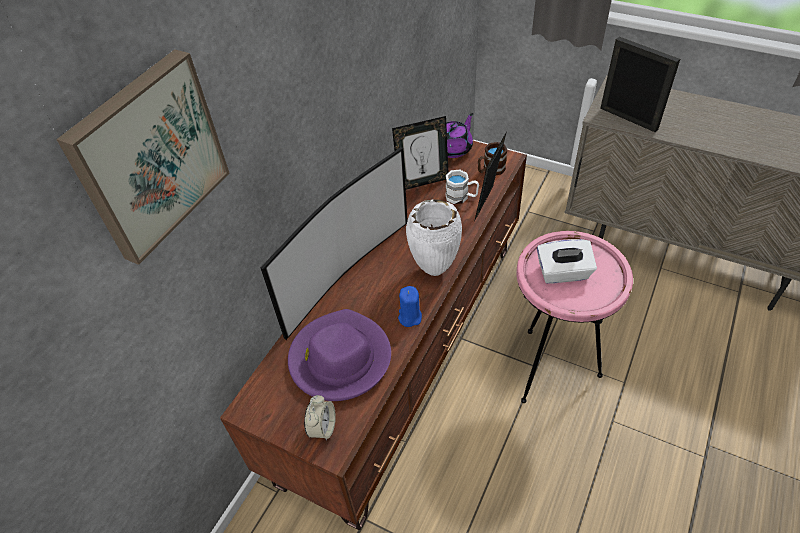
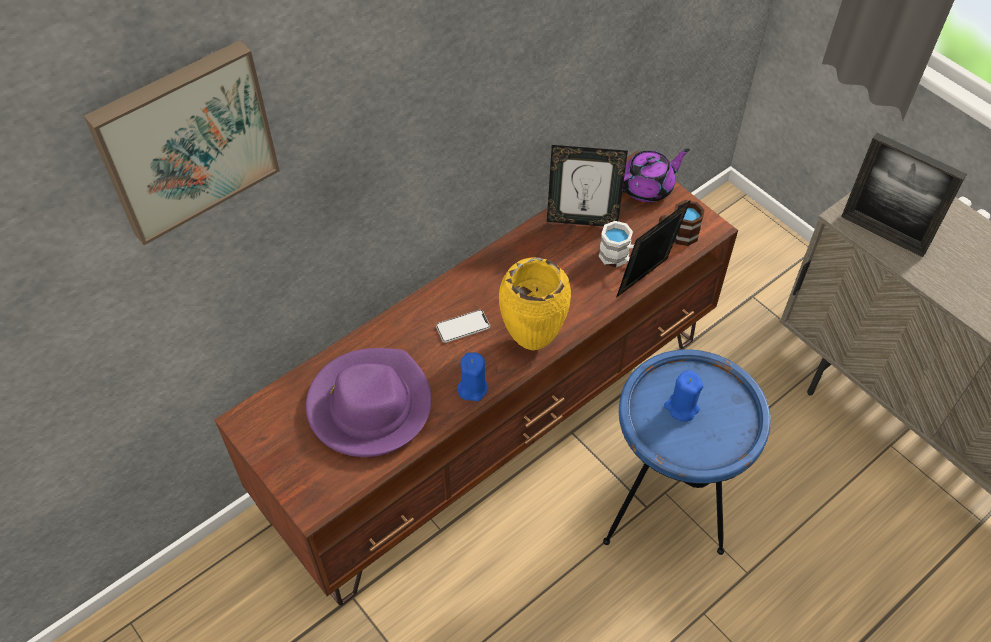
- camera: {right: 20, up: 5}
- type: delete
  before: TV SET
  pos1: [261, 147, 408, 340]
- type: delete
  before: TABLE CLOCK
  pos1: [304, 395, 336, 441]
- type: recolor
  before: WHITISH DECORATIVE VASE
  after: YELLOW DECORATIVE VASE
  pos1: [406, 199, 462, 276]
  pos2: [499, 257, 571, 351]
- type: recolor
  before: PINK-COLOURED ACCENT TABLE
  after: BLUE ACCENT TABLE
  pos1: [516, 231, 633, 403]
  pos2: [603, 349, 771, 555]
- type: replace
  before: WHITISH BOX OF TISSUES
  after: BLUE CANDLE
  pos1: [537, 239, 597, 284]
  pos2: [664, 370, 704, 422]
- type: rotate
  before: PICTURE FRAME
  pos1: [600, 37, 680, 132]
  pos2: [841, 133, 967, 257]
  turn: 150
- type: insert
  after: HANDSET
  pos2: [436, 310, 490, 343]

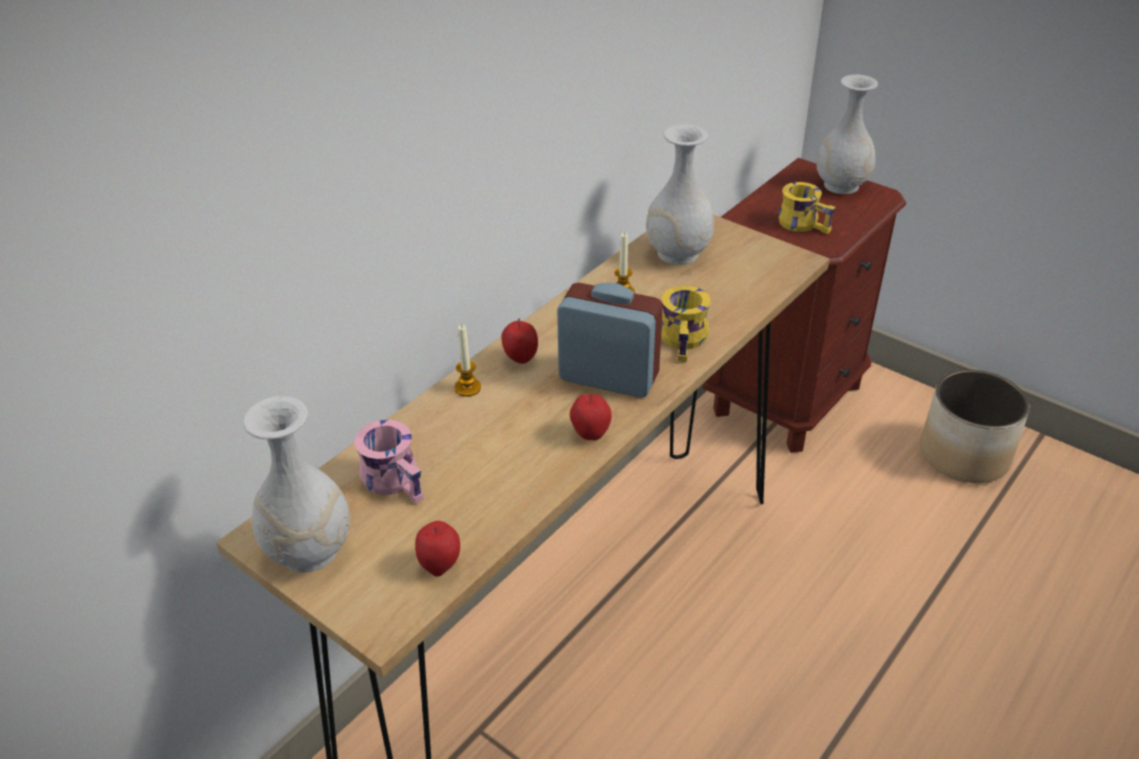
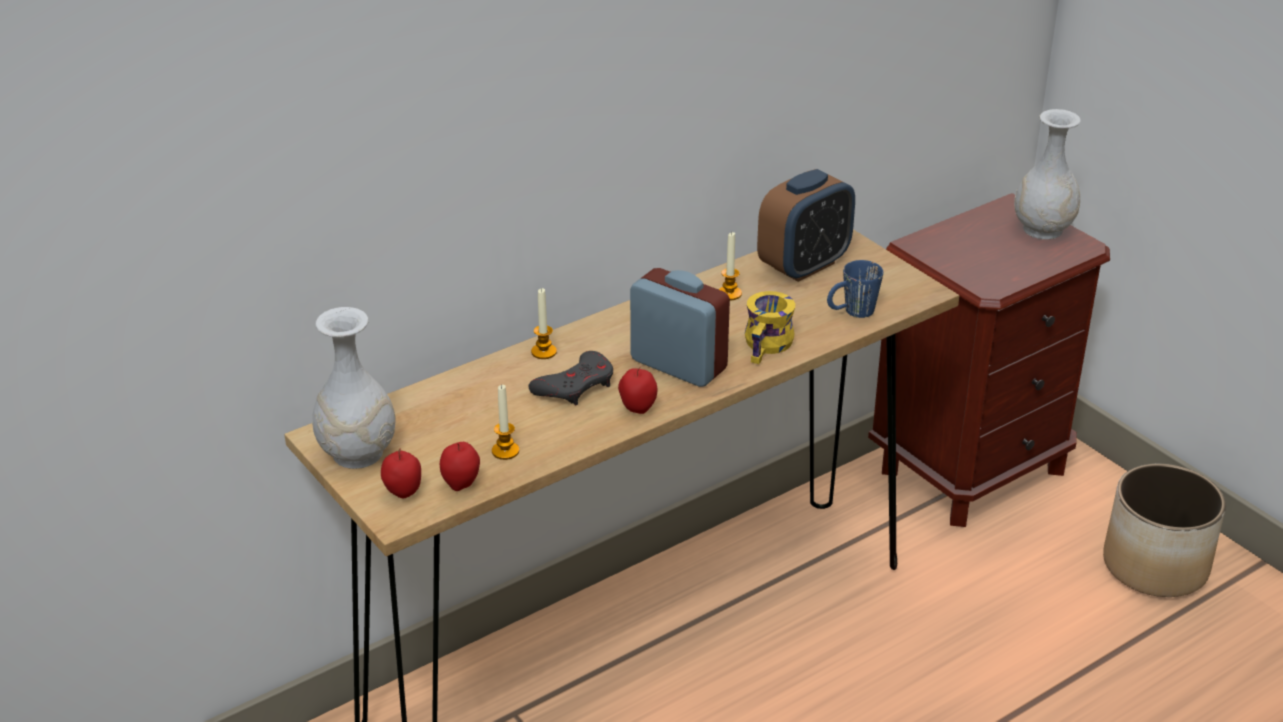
- camera: {right: 15, up: -5}
- type: delete
  before: PINK-COLOURED TEA MUG
  pos1: [354, 420, 424, 504]
- type: move
  before: WHOLE APPLE
  pos1: [501, 318, 538, 364]
  pos2: [381, 449, 421, 498]
- type: replace
  before: WHITISH DECORATIVE VASE
  after: TABLE CLOCK
  pos1: [646, 124, 714, 265]
  pos2: [757, 169, 855, 282]
- type: delete
  before: YELLOW TEA MUG
  pos1: [778, 182, 836, 234]
- type: insert
  after: CANDLE
  pos2: [492, 384, 519, 460]
- type: insert
  after: GRAY JOYPAD
  pos2: [529, 351, 613, 405]
- type: insert
  after: BLUE TEA MUG
  pos2: [827, 260, 883, 318]

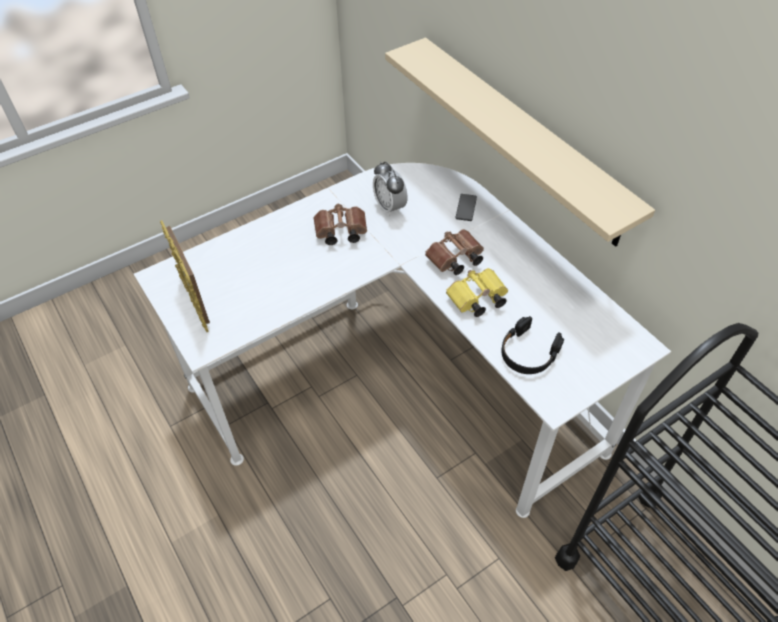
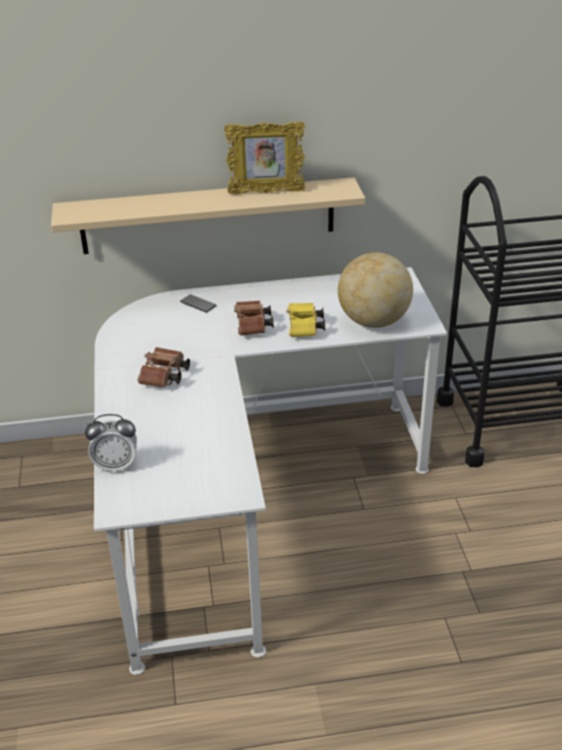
- camera: {right: -65, up: -15}
- type: move
  before: PICTURE FRAME
  pos1: [160, 220, 210, 332]
  pos2: [224, 122, 305, 194]
- type: move
  before: TABLE CLOCK
  pos1: [373, 162, 407, 216]
  pos2: [85, 414, 137, 472]
- type: replace
  before: BLACKISH PAIR OF HEADPHONES
  after: DESK GLOBE
  pos1: [501, 316, 564, 374]
  pos2: [338, 252, 413, 328]

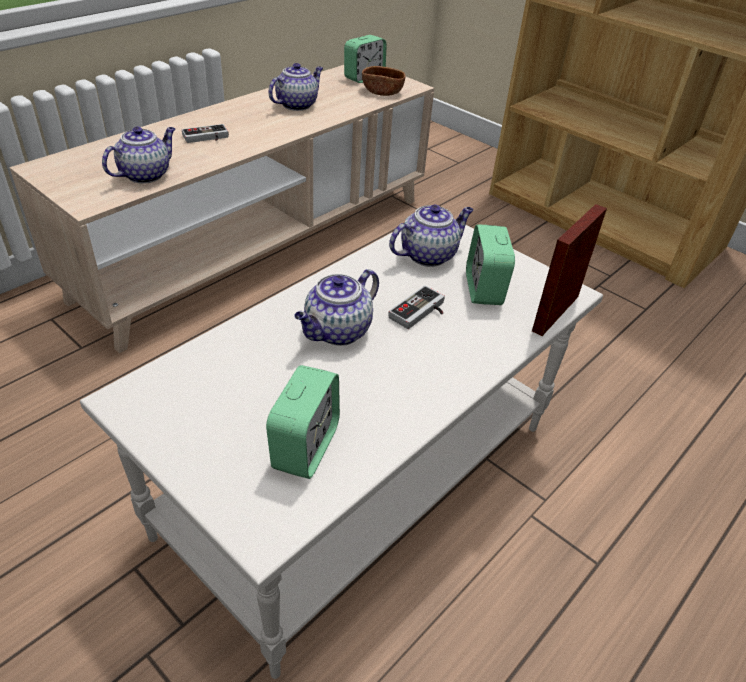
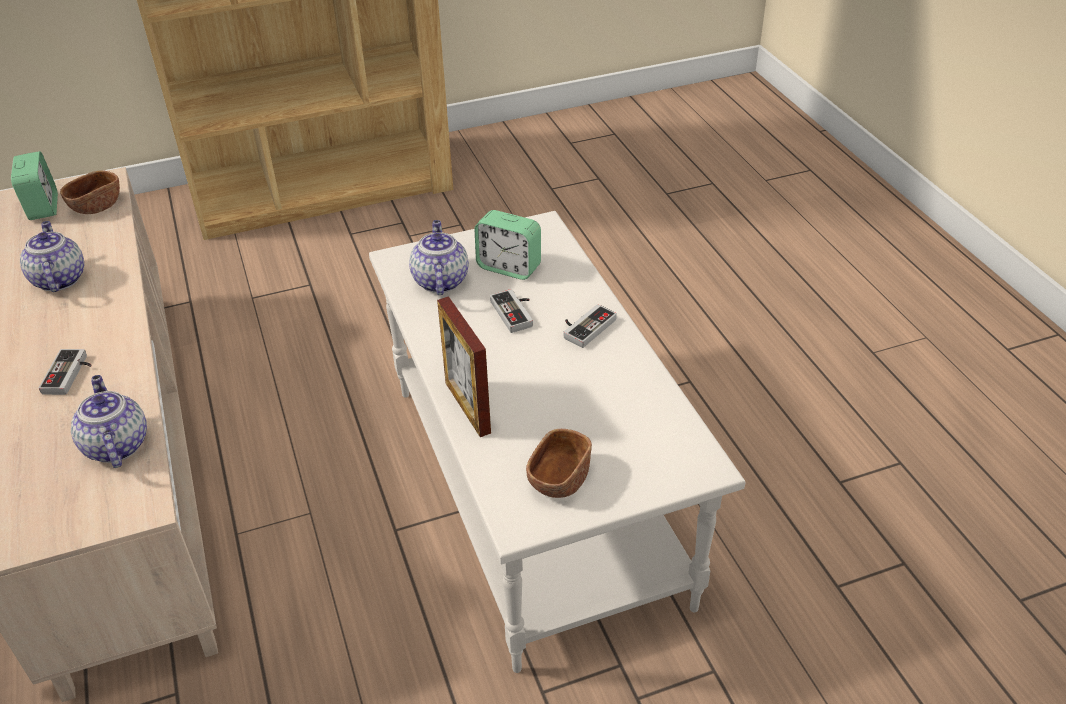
- camera: {right: -60, up: 0}
- type: delete
  before: TABLE CLOCK
  pos1: [266, 365, 340, 479]
- type: delete
  before: TEAPOT
  pos1: [294, 269, 379, 346]
- type: move
  before: PICTURE FRAME
  pos1: [532, 204, 607, 336]
  pos2: [437, 296, 491, 437]
- type: insert
  after: BROWNISH SERVING BOWL
  pos2: [526, 429, 592, 498]
- type: insert
  after: JOYPAD
  pos2: [563, 304, 617, 348]

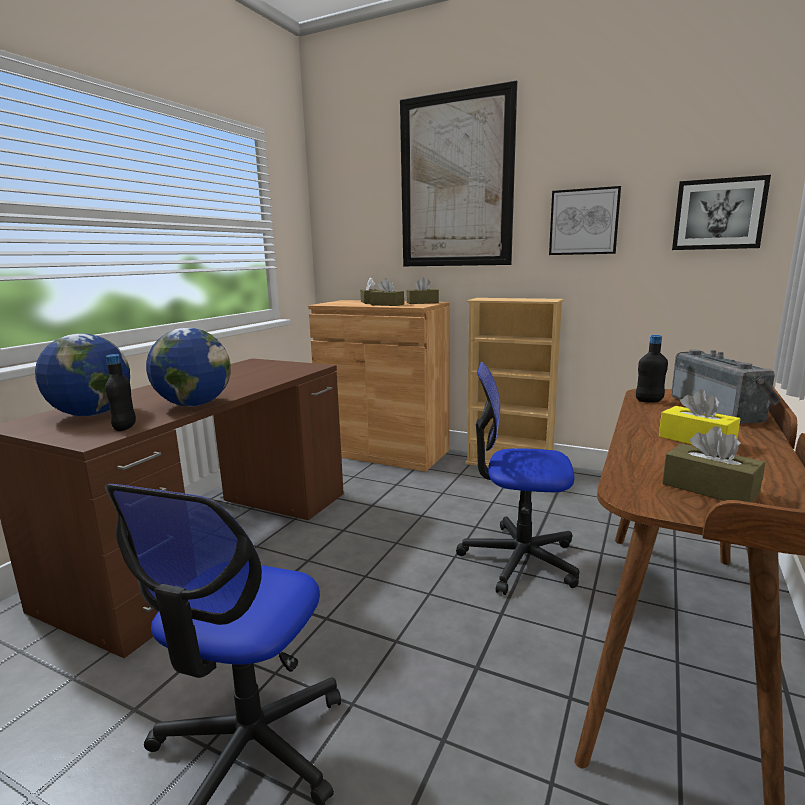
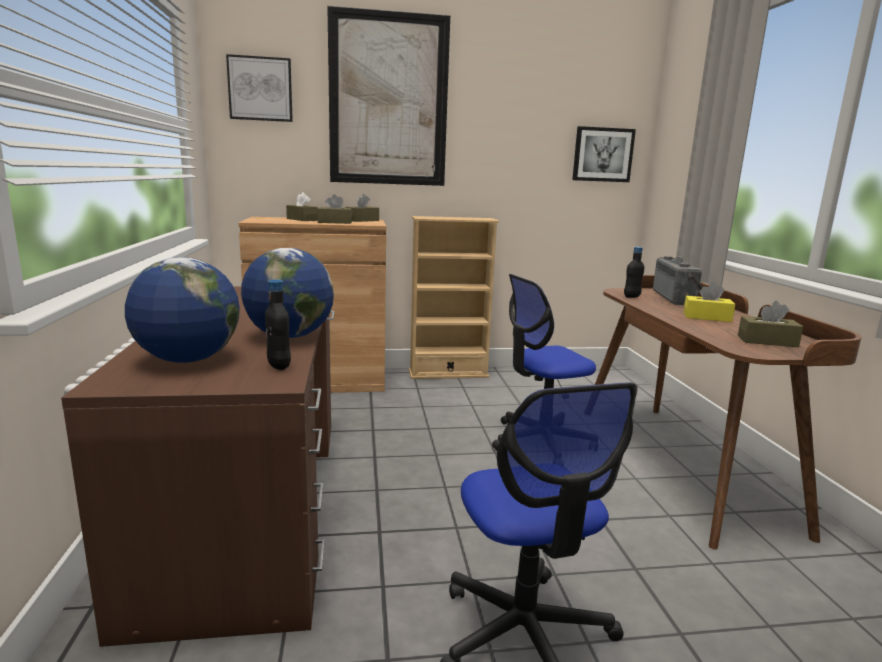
- camera: {right: -35, up: 0}
- type: move
  before: WALL ART
  pos1: [549, 186, 621, 255]
  pos2: [226, 54, 293, 122]
- type: rotate
  before: RADIO RECEIVER
  pos1: [671, 350, 781, 424]
  pos2: [653, 256, 703, 305]
  turn: 45

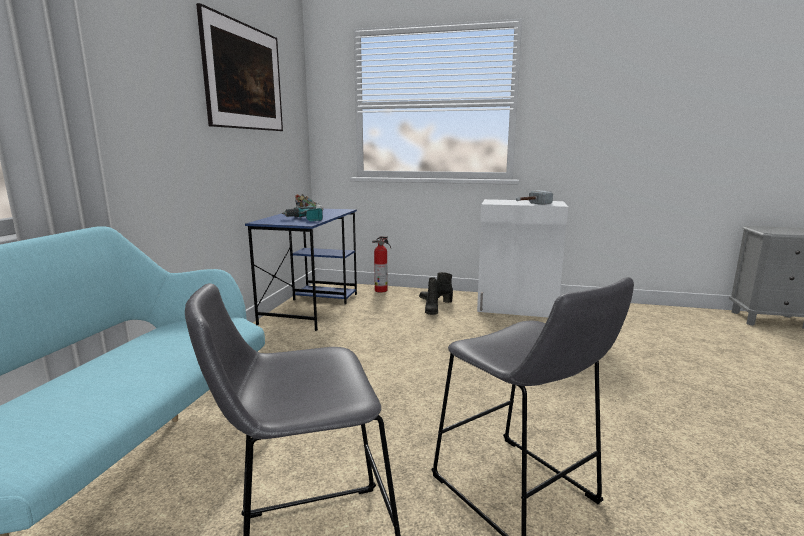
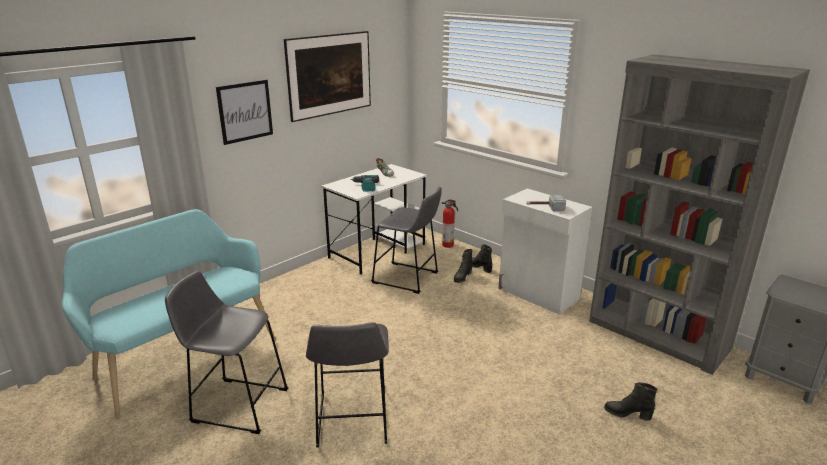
- camera: {right: 30, up: 10}
- type: recolor
  before: BLUE DESK UNIT
  after: WHITISH DESK UNIT
  pos1: [245, 208, 357, 331]
  pos2: [321, 164, 427, 275]
- type: insert
  after: WALL ART
  pos2: [216, 80, 273, 145]
- type: insert
  after: GRAY SITTING STOOL
  pos2: [371, 187, 442, 294]
- type: insert
  after: GRAY BOOKCASE
  pos2: [589, 54, 810, 375]
- type: insert
  after: BLACKISH TALL BOOT
  pos2: [604, 382, 657, 421]

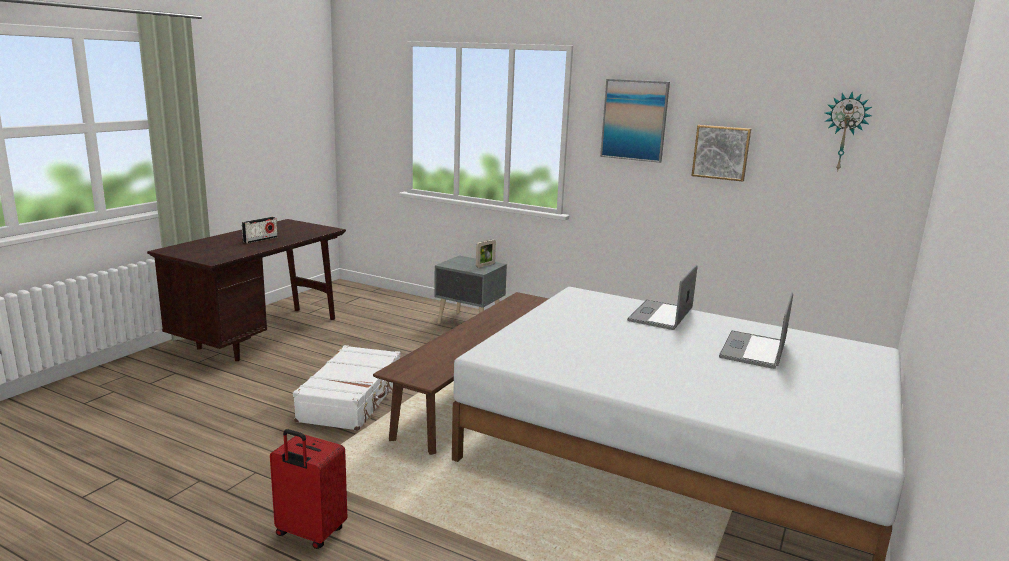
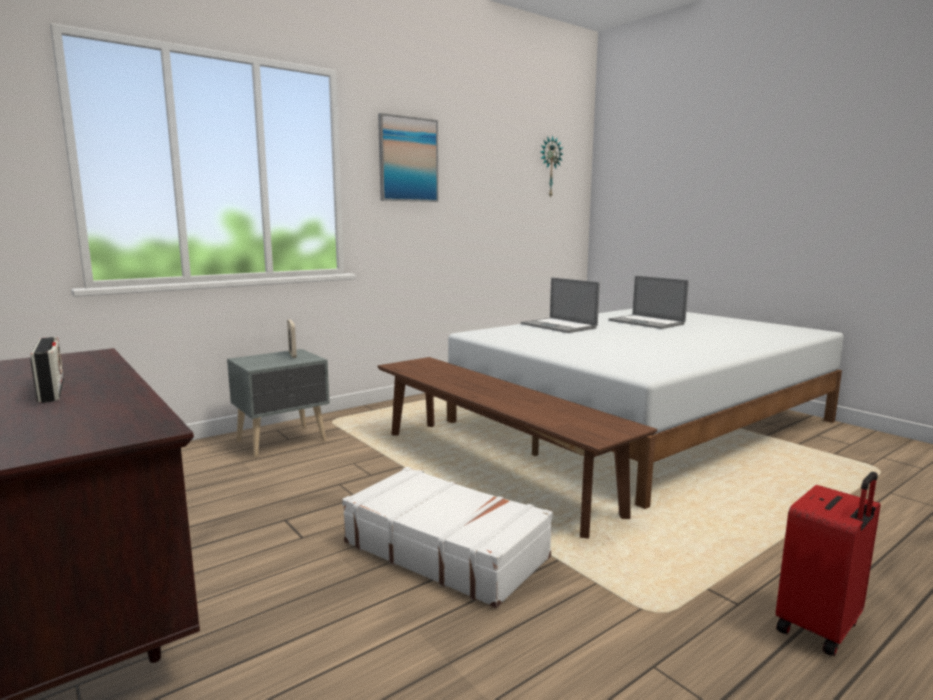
- camera: {right: -65, up: -5}
- type: delete
  before: WALL ART
  pos1: [692, 125, 751, 182]

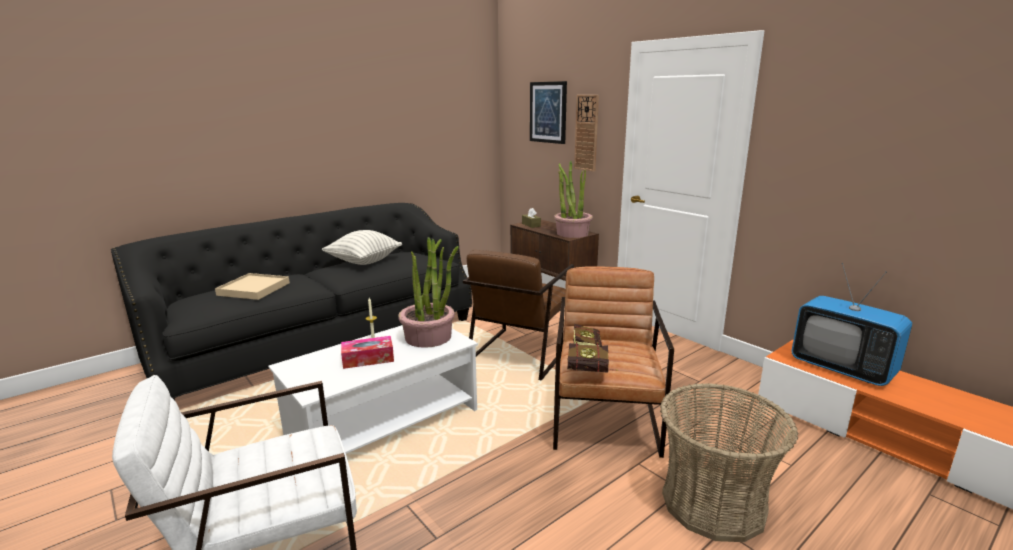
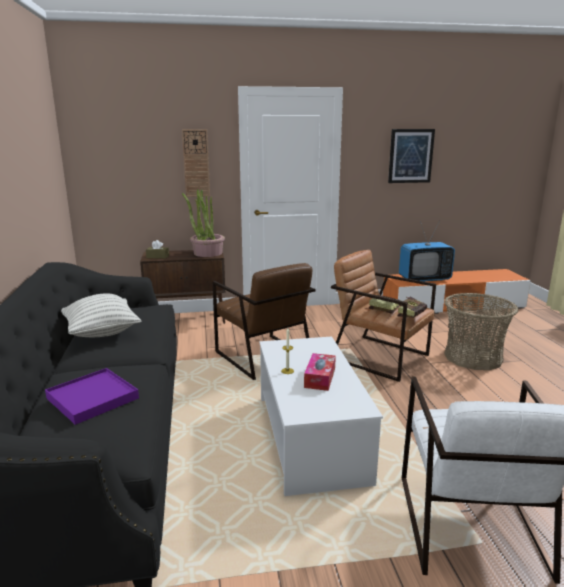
- camera: {right: -60, up: 0}
- type: recolor
  before: BEIGE SERVING TRAY
  after: PURPLE SERVING TRAY
  pos1: [215, 273, 290, 300]
  pos2: [45, 368, 139, 425]
- type: delete
  before: POTTED PLANT
  pos1: [398, 237, 459, 348]
- type: move
  before: WALL ART
  pos1: [530, 81, 567, 144]
  pos2: [388, 129, 435, 183]

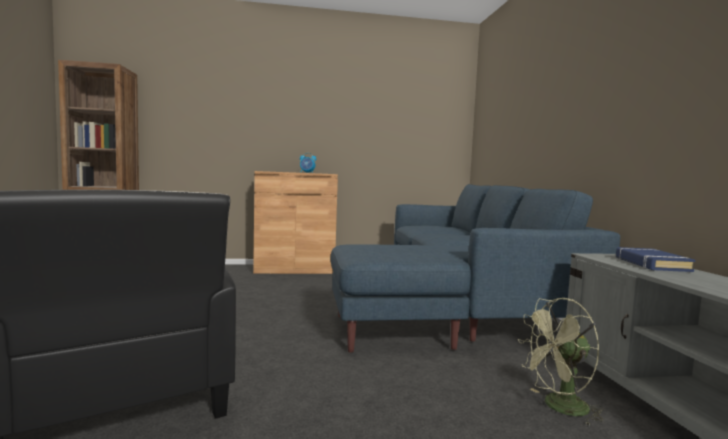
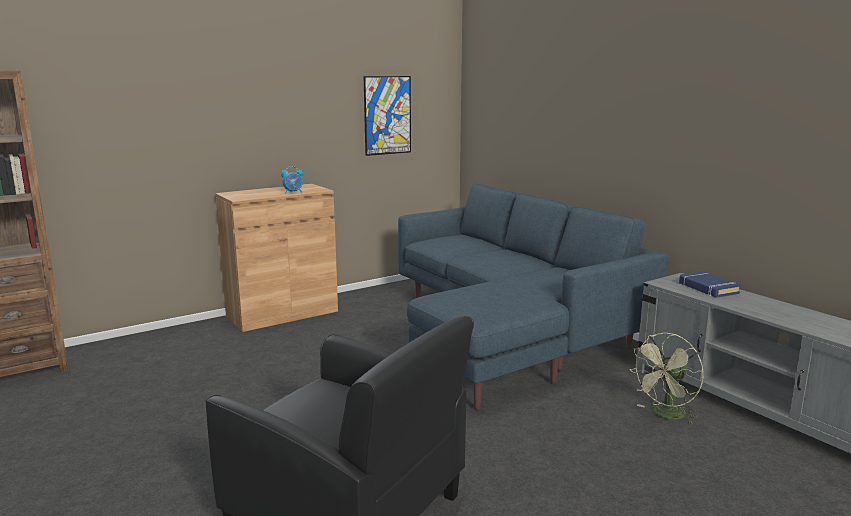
- camera: {right: -25, up: 10}
- type: insert
  after: WALL ART
  pos2: [364, 76, 411, 156]

